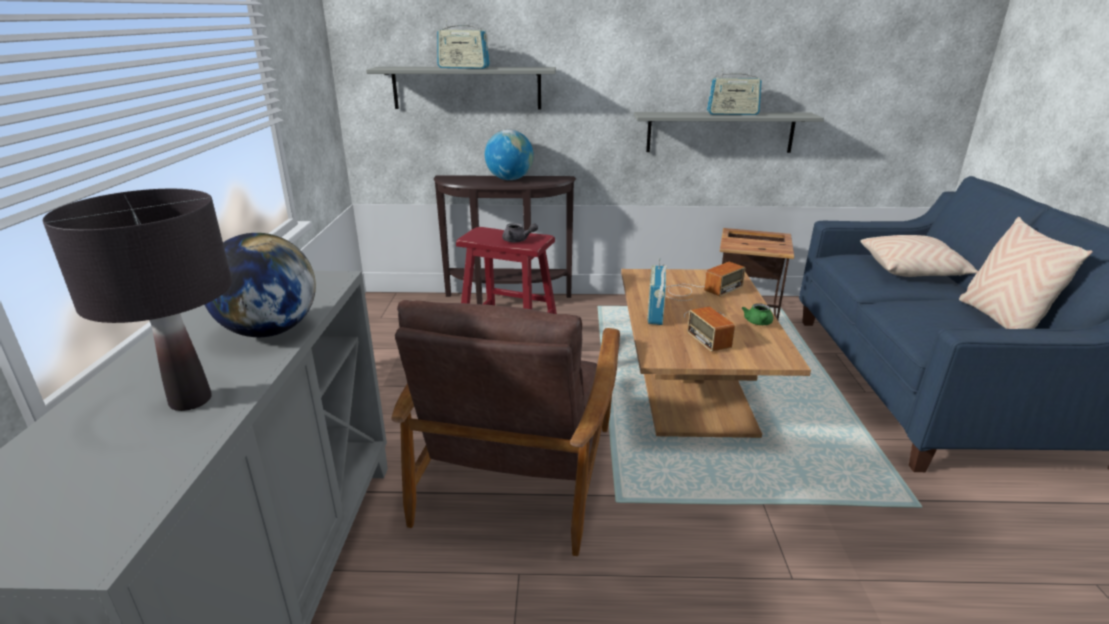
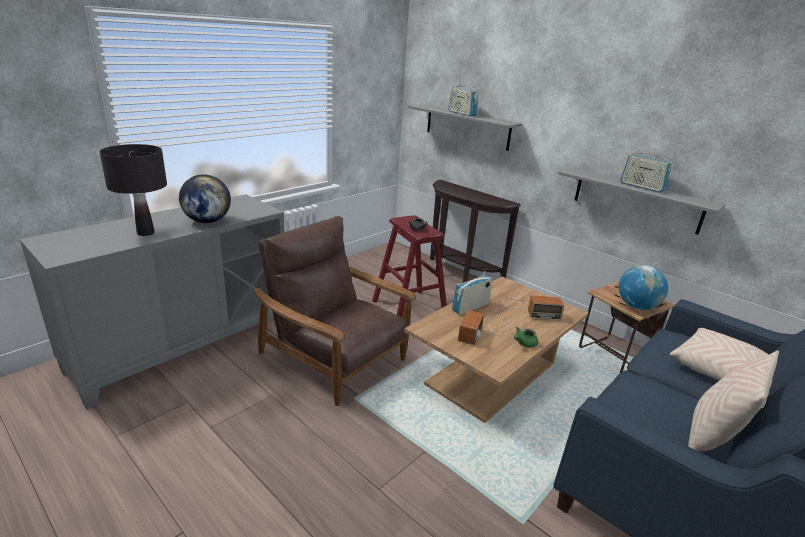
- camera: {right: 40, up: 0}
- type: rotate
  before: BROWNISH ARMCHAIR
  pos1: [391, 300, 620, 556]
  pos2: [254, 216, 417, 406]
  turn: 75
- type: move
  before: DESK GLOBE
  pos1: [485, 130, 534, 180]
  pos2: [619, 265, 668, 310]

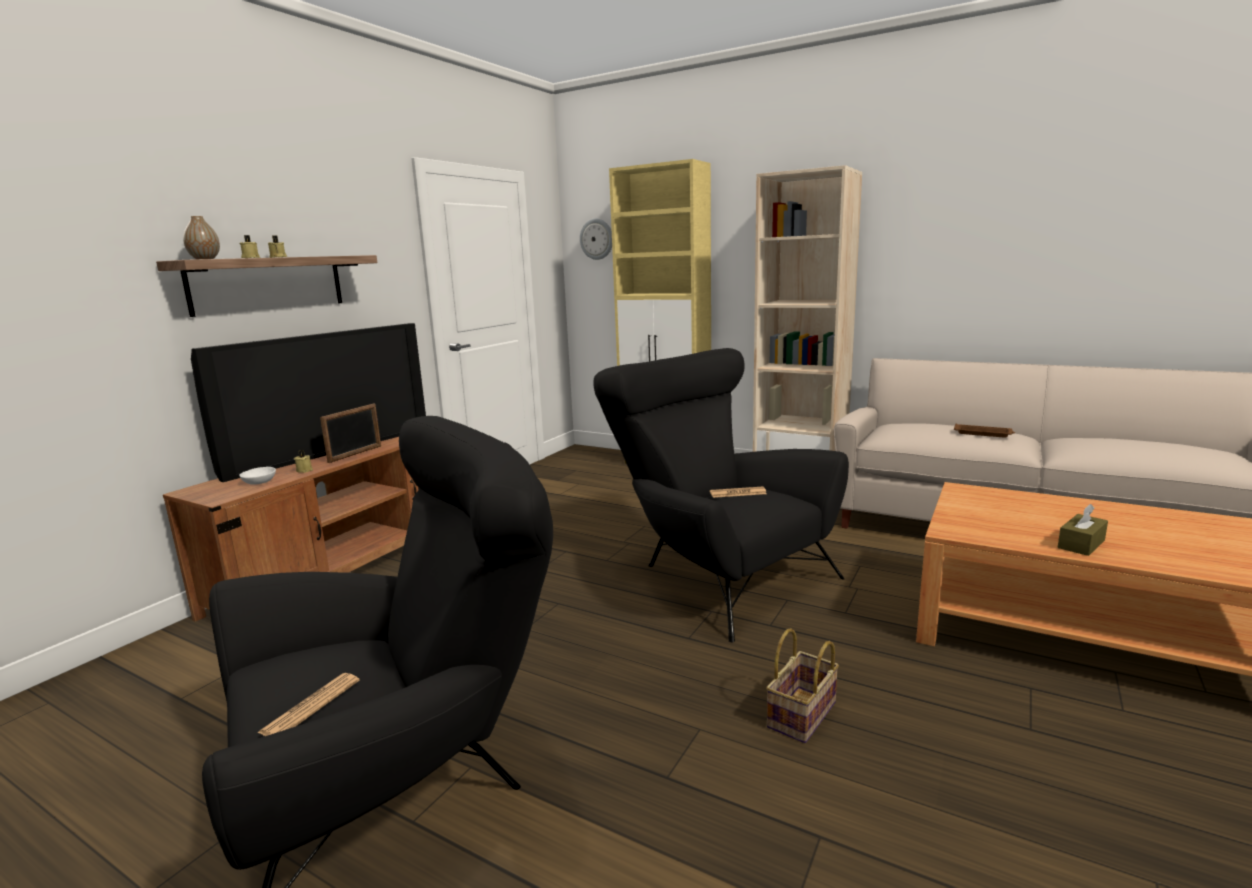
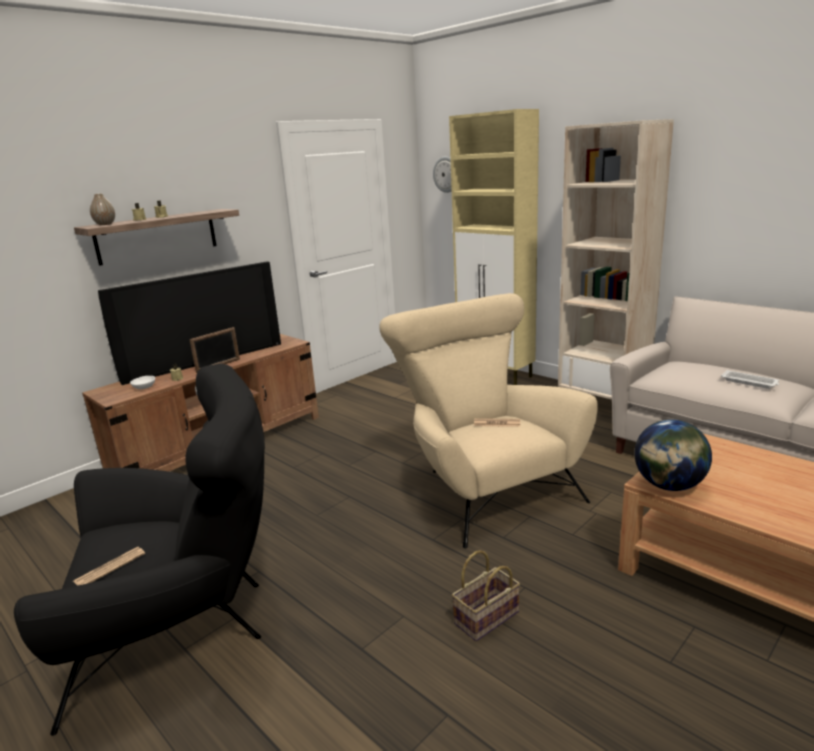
- camera: {right: 15, up: 5}
- type: recolor
  before: BLACKISH ARMCHAIR
  after: BEIGE ARMCHAIR
  pos1: [593, 348, 849, 643]
  pos2: [379, 293, 598, 548]
- type: recolor
  before: BROWNISH SERVING TRAY
  after: WHITISH SERVING TRAY
  pos1: [954, 424, 1015, 438]
  pos2: [721, 370, 779, 389]
- type: delete
  before: BROWNISH BOX OF TISSUES
  pos1: [1058, 504, 1108, 556]
- type: insert
  after: DESK GLOBE
  pos2: [634, 419, 712, 491]

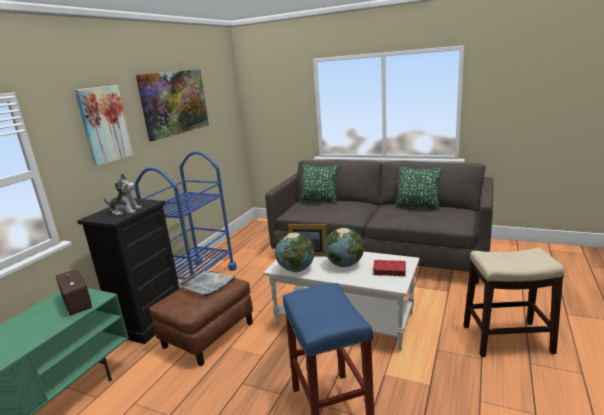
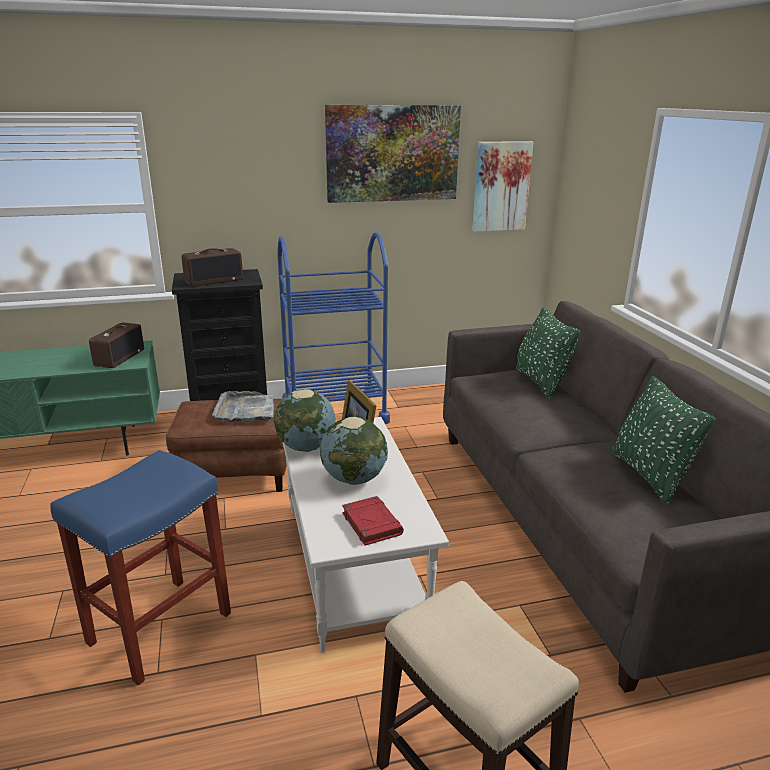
- camera: {right: 50, up: 5}
- type: move
  before: WALL ART
  pos1: [75, 85, 133, 166]
  pos2: [472, 141, 533, 232]
- type: replace
  before: SOFT TOY
  after: RADIO RECEIVER
  pos1: [104, 174, 142, 215]
  pos2: [181, 248, 243, 287]

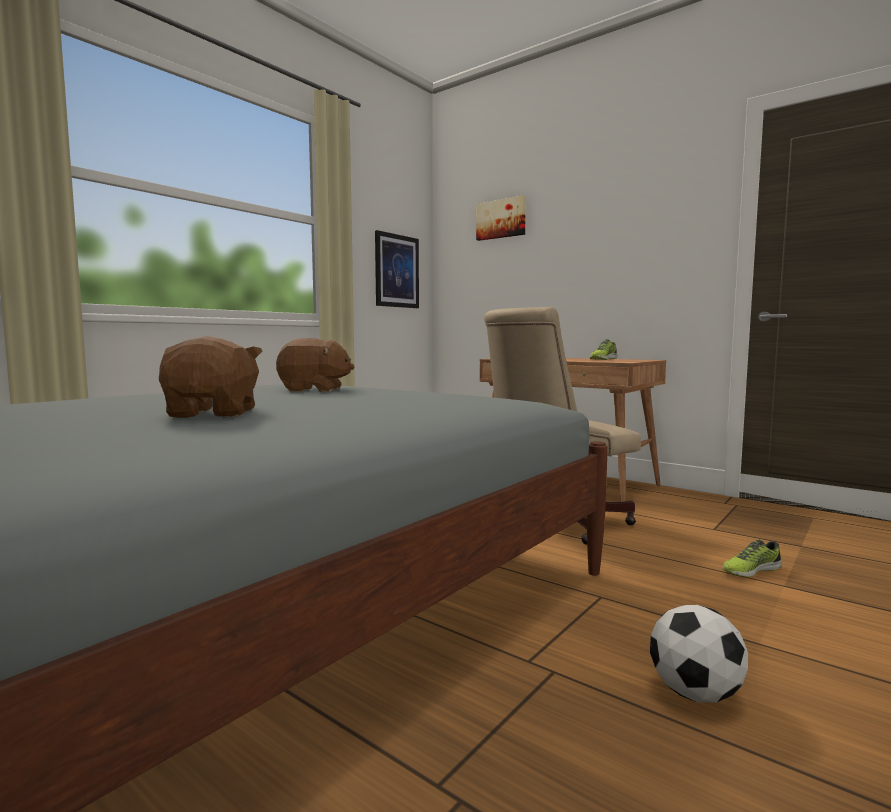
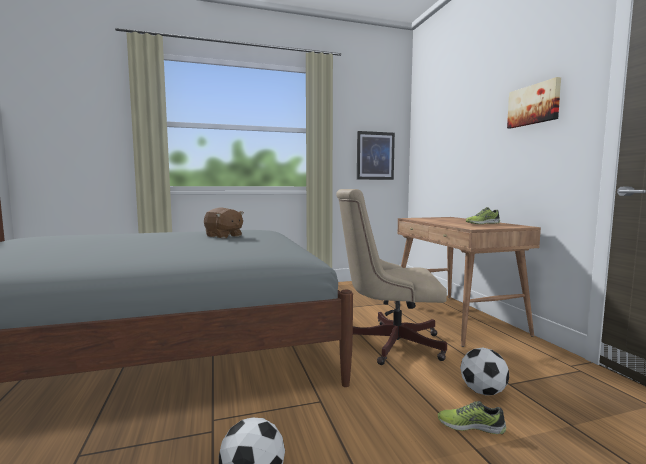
- camera: {right: 35, up: 0}
- type: delete
  before: BROWNISH SOFT TOY
  pos1: [159, 336, 263, 418]
- type: move
  before: WALL ART
  pos1: [476, 195, 526, 241]
  pos2: [507, 77, 561, 128]
- type: insert
  after: BALL FOR FOOTBALL
  pos2: [460, 347, 509, 395]

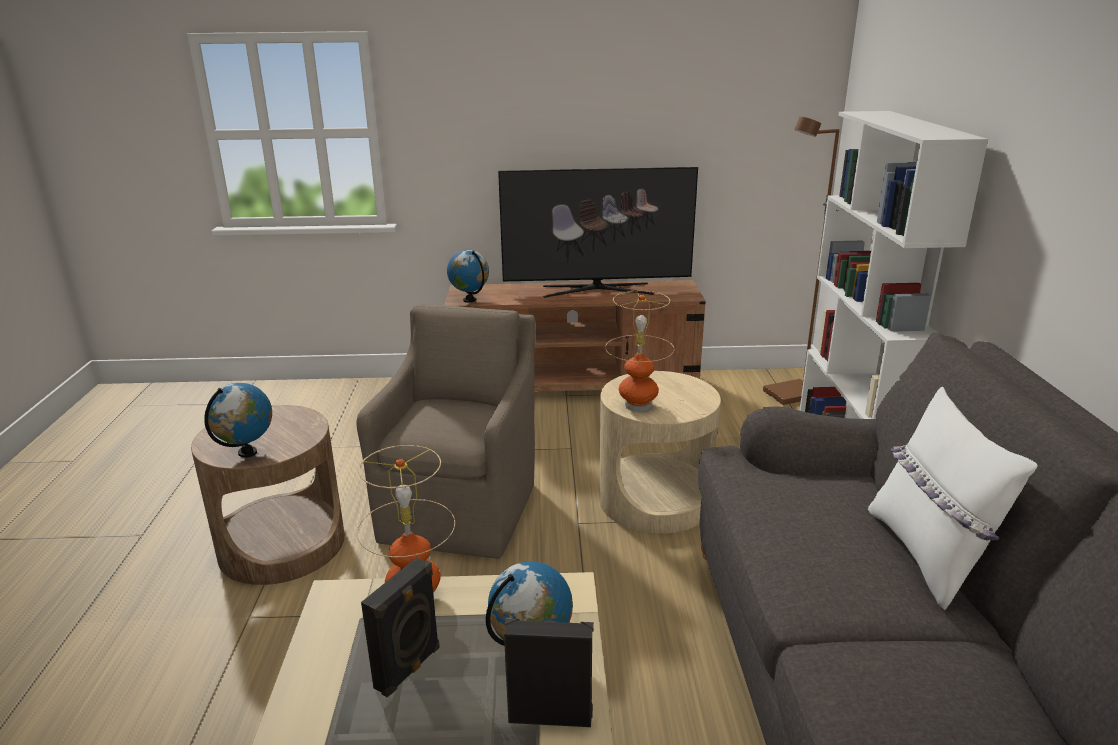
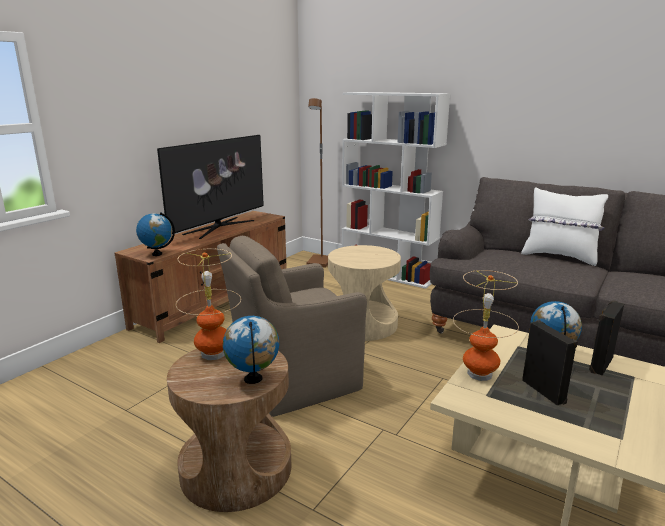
- camera: {right: -55, up: -5}
- type: rotate
  before: BROWNISH ARMCHAIR
  pos1: [357, 304, 536, 559]
  pos2: [217, 236, 367, 417]
  turn: -75
- type: move
  before: TABLE LAMP
  pos1: [605, 291, 674, 412]
  pos2: [176, 249, 241, 360]

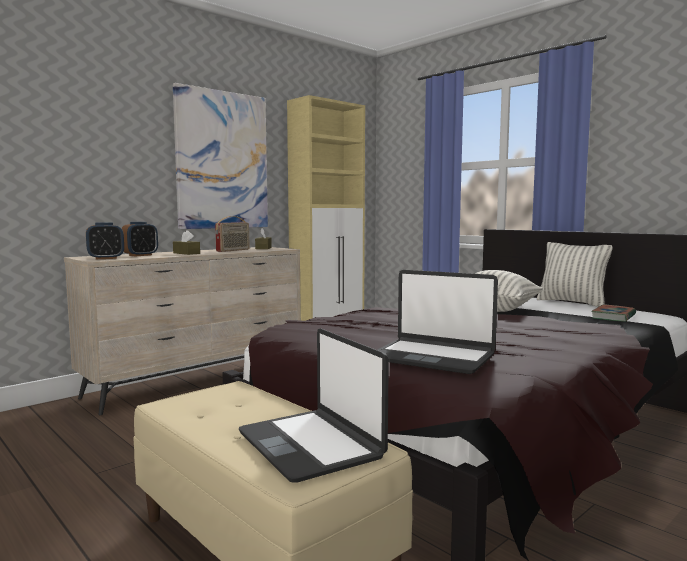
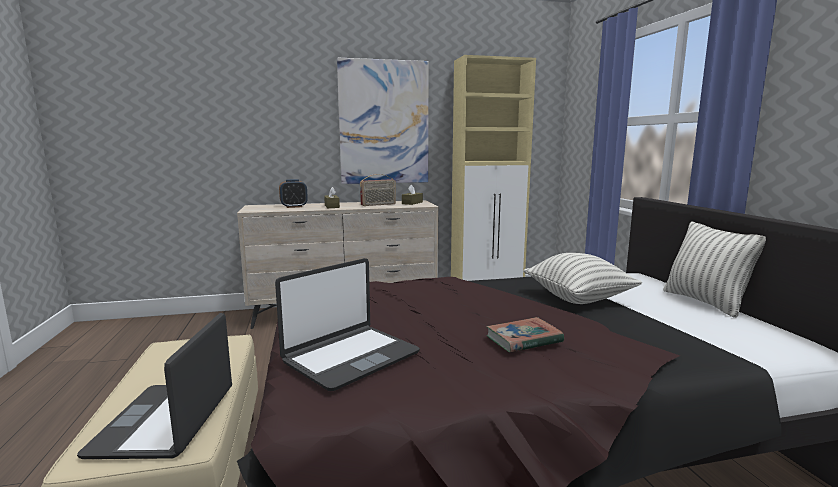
- camera: {right: 30, up: 5}
- type: delete
  before: TABLE CLOCK
  pos1: [86, 222, 124, 259]
- type: rotate
  before: NOTEBOOK COMPUTER
  pos1: [377, 270, 498, 374]
  pos2: [275, 258, 420, 391]
  turn: -105
- type: move
  before: BOOK
  pos1: [591, 304, 636, 322]
  pos2: [486, 317, 564, 352]

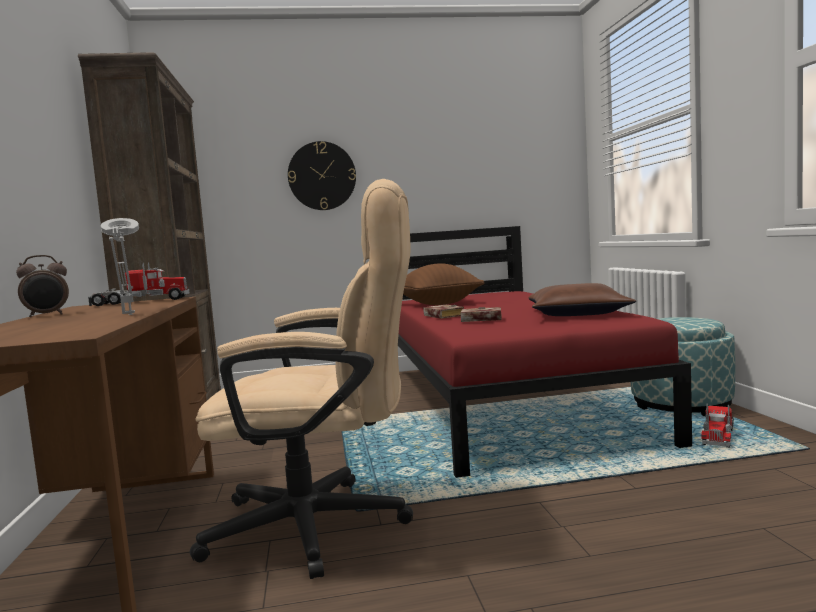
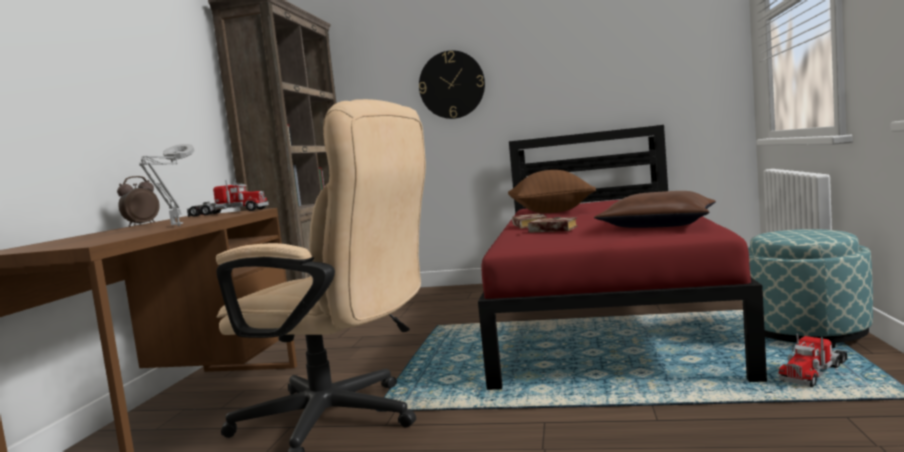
- camera: {right: 20, up: 0}
- type: rotate
  before: TABLE CLOCK
  pos1: [16, 255, 69, 317]
  pos2: [117, 176, 160, 227]
  turn: 135

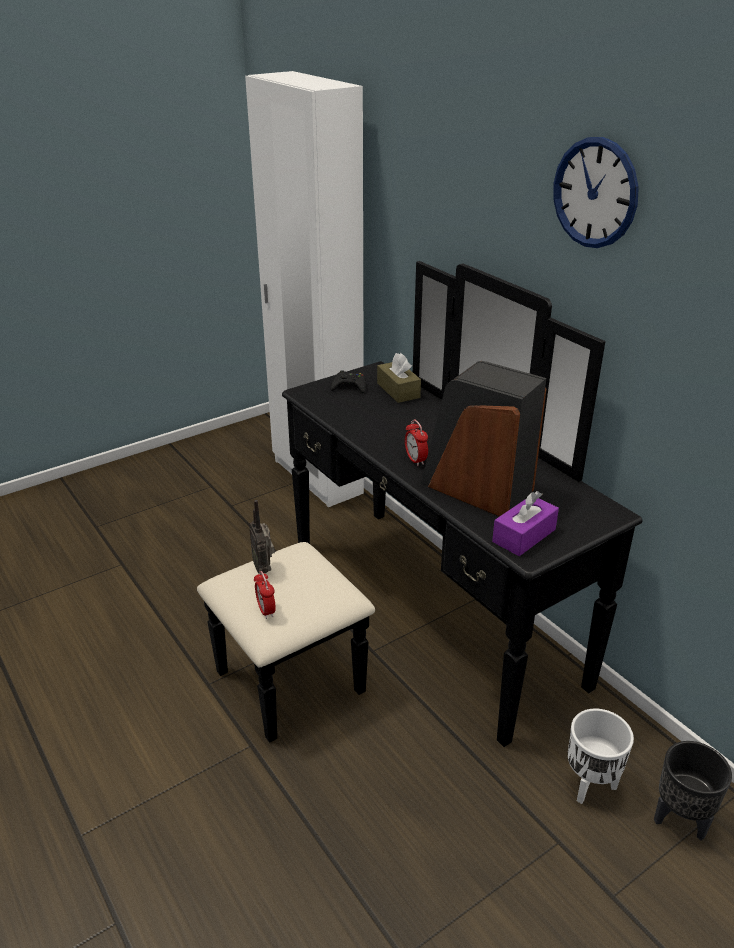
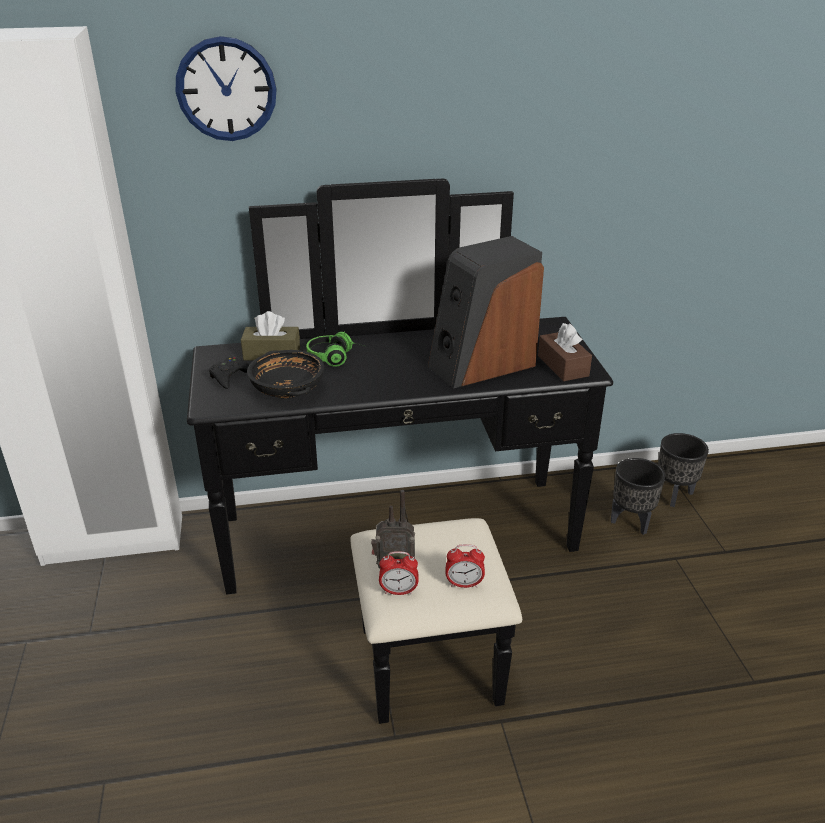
- camera: {right: -65, up: 0}
- type: move
  before: TABLE CLOCK
  pos1: [405, 419, 428, 466]
  pos2: [379, 551, 418, 595]
- type: recolor
  before: PURPLE BOX OF TISSUES
  after: BROWNISH BOX OF TISSUES
  pos1: [492, 491, 559, 556]
  pos2: [538, 323, 592, 381]
- type: move
  before: CLOCK ON THE WALL
  pos1: [553, 137, 639, 248]
  pos2: [176, 36, 277, 141]
- type: recolor
  before: WHITISH PLANT POT
  after: BLACKISH PLANT POT
  pos1: [568, 708, 634, 804]
  pos2: [611, 458, 665, 535]
- type: insert
  after: BLACKISH SERVING BOWL
  pos2: [247, 350, 324, 398]
- type: insert
  after: PAIR OF HEADPHONES
  pos2: [306, 331, 365, 367]

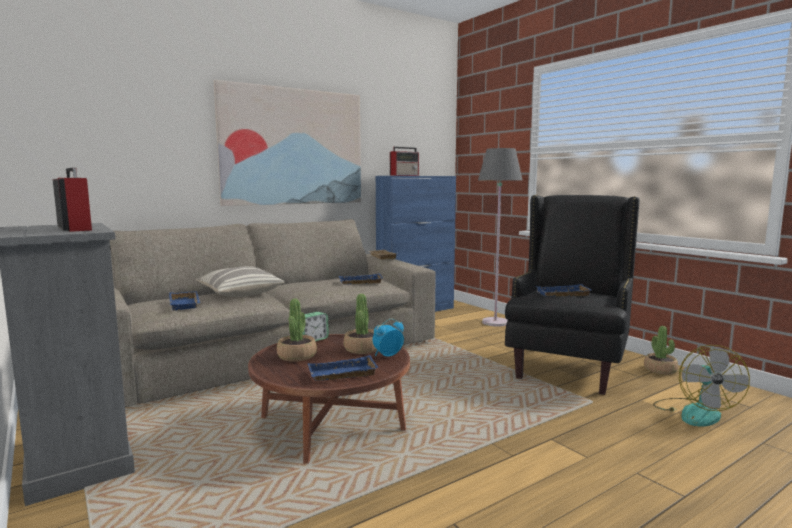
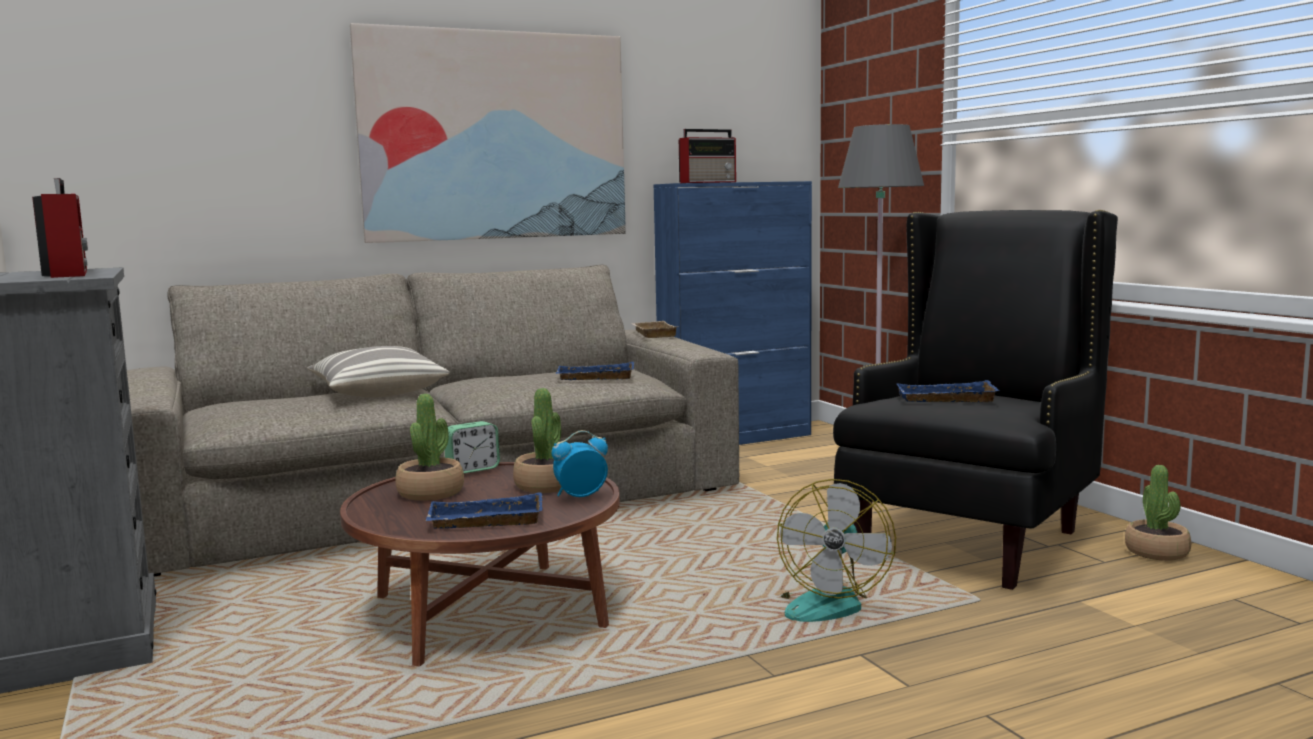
- camera: {right: 10, up: 0}
- type: delete
  before: BLUE SERVING TRAY
  pos1: [169, 291, 200, 311]
- type: move
  before: FAN
  pos1: [653, 345, 750, 427]
  pos2: [777, 479, 896, 622]

